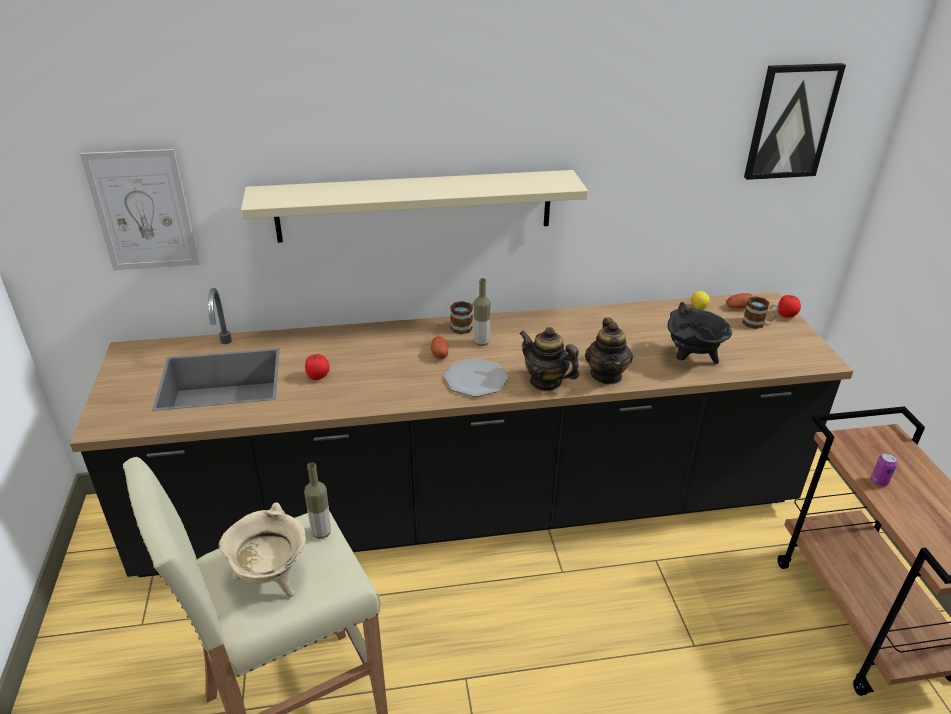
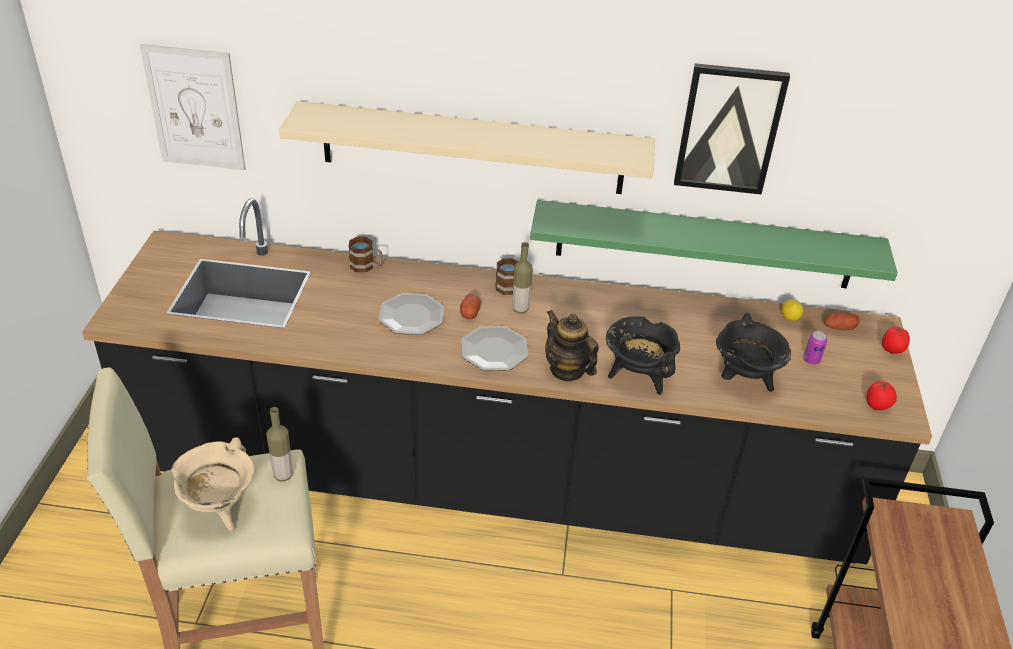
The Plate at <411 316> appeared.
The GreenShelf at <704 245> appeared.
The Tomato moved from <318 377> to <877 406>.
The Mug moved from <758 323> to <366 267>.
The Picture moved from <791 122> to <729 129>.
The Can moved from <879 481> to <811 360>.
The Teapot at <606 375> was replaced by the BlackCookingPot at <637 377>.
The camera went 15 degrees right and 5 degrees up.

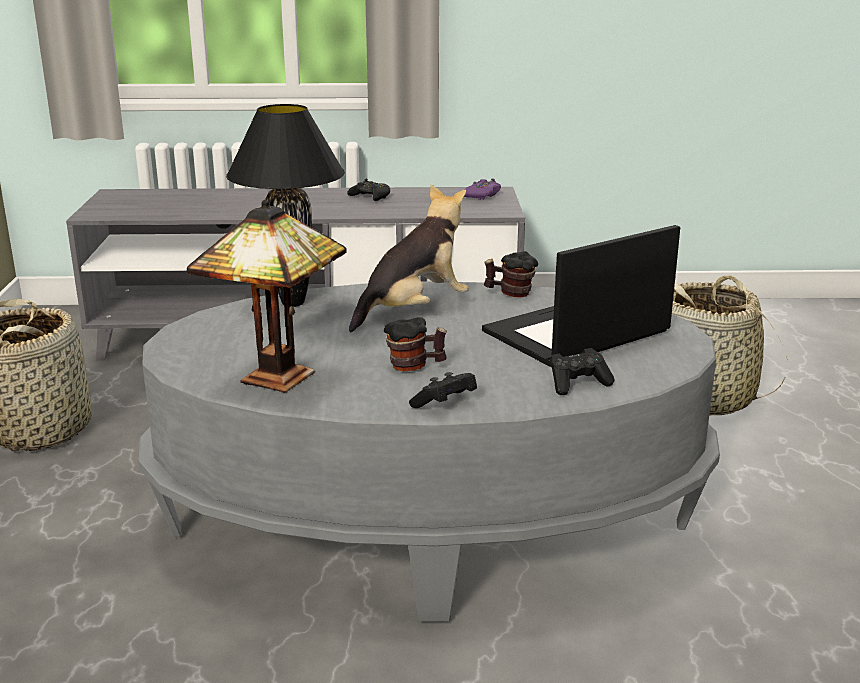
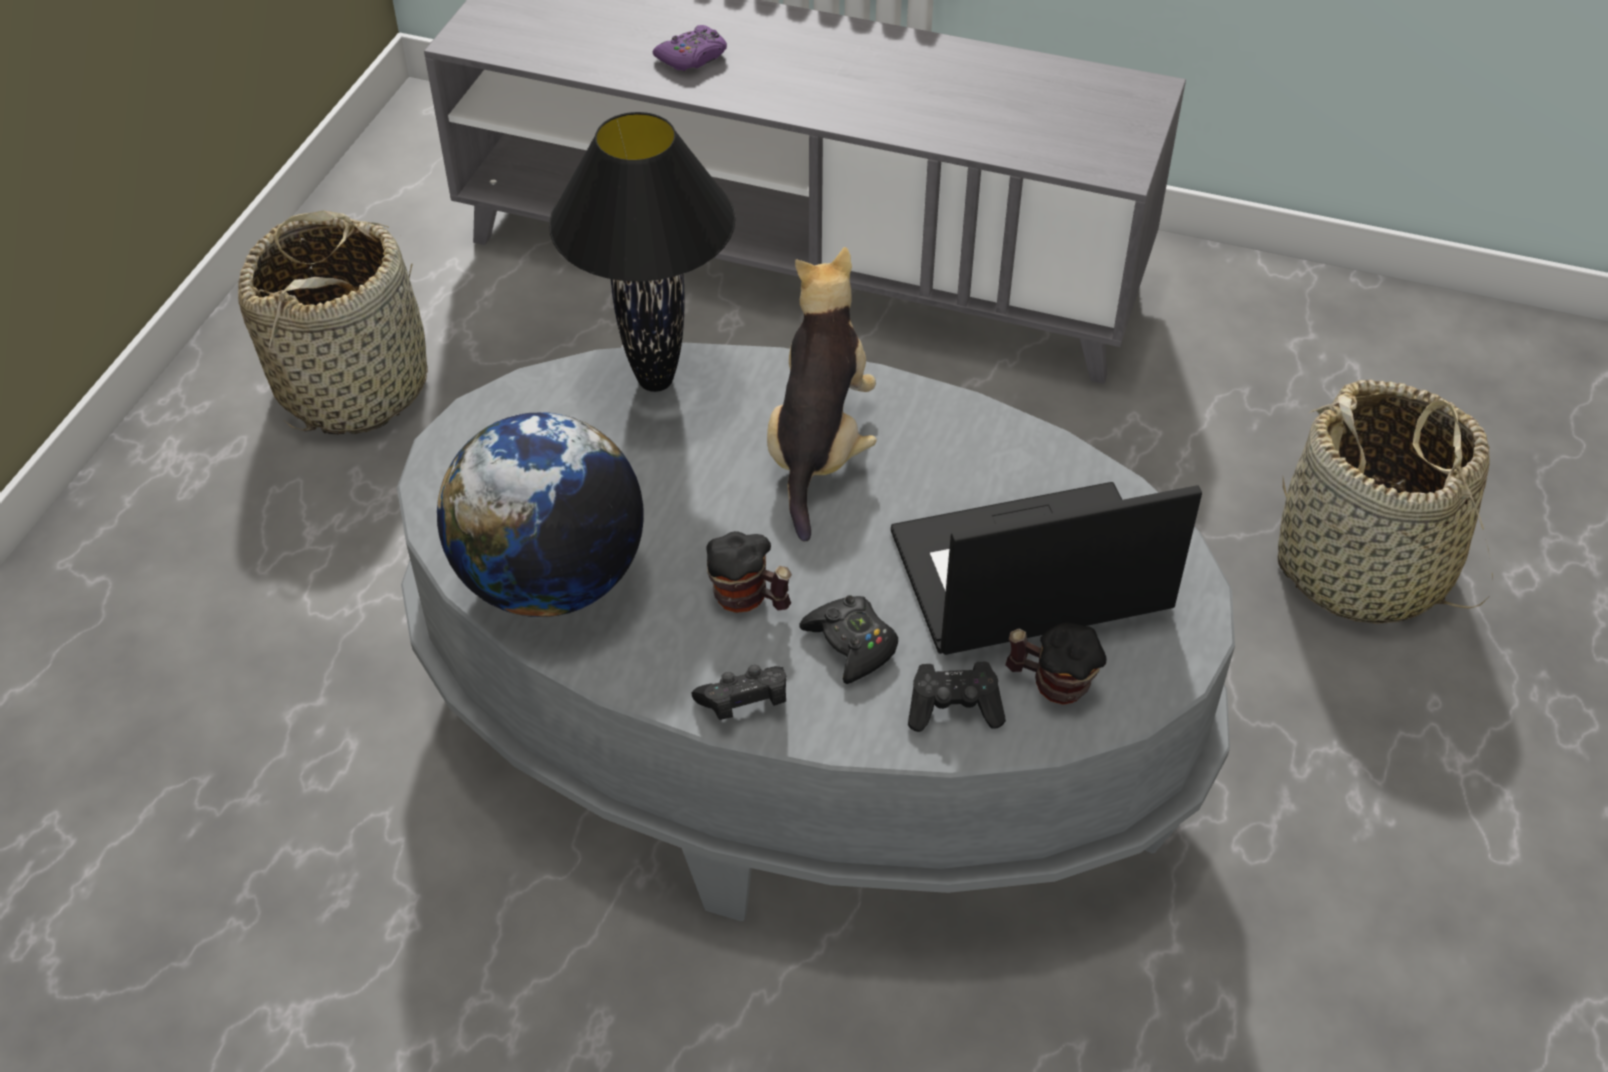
The BlackGameController moved from <370 197> to <851 644>.
The PurpleGameController moved from <482 195> to <693 57>.
The Mug moved from <510 293> to <1051 683>.
The TableLamp at <278 380> was replaced by the Globe at <551 581>.
The PlushToy at <413 310> turned 60 degrees counterclockwise.
The camera went 20 degrees right and 25 degrees up.

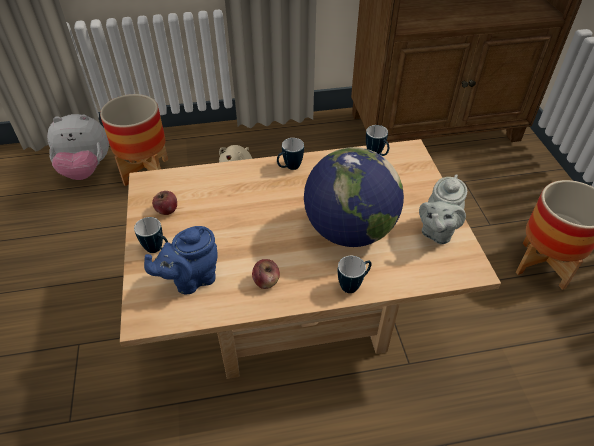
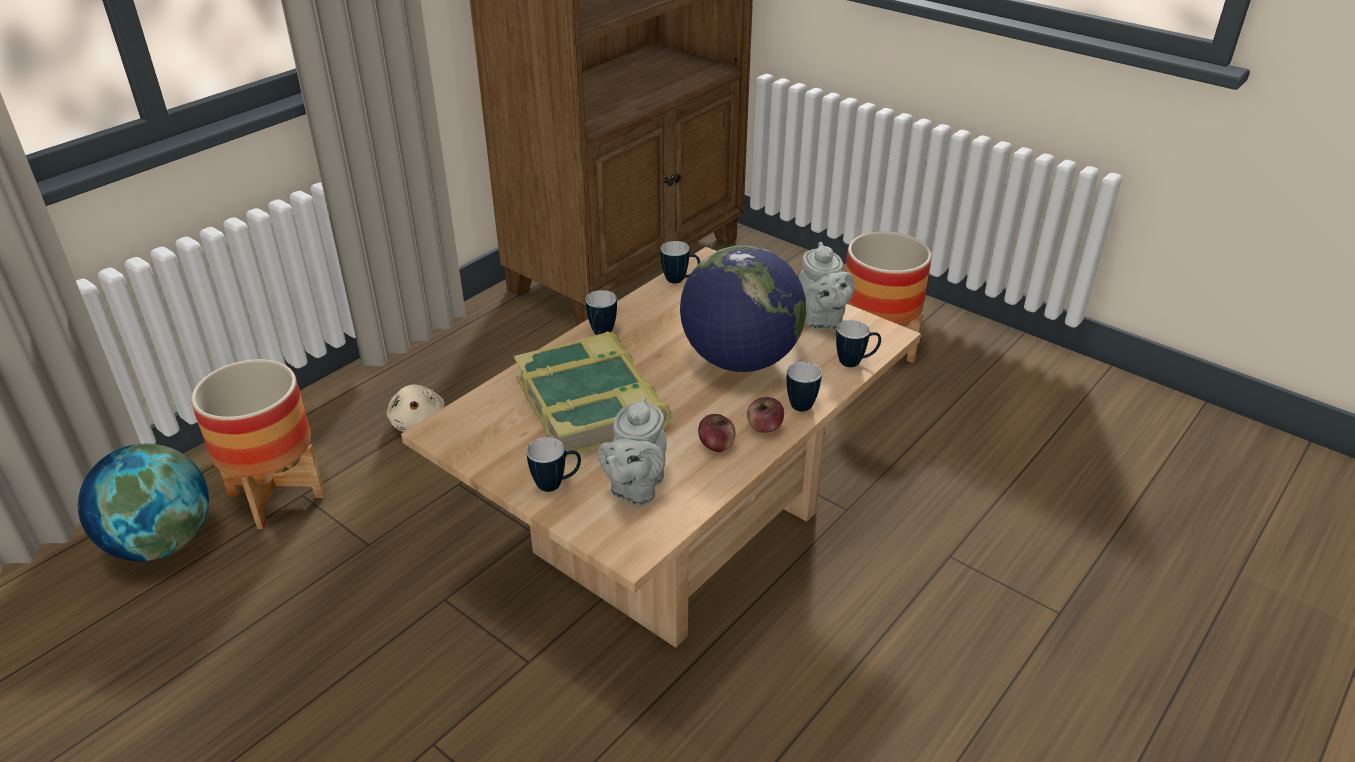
The Book at <592 404> appeared.
The Mug at <855 362> appeared.
The Apple moved from <167 210> to <764 427>.
The PlushToy at <86 169> was replaced by the Globe at <162 543>.
The BlueTeapot at <191 279> became the GreyTeapot at <635 487>.
The camera went 40 degrees left and 10 degrees down.

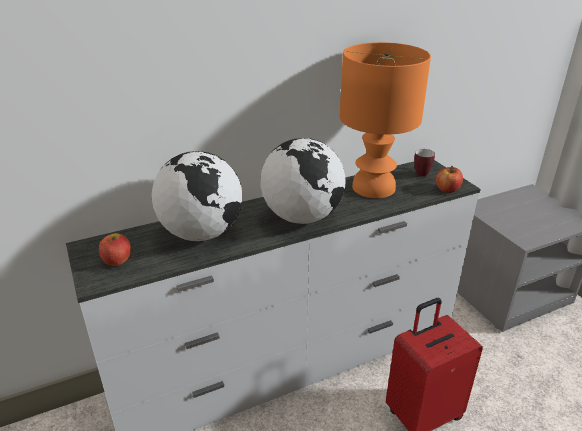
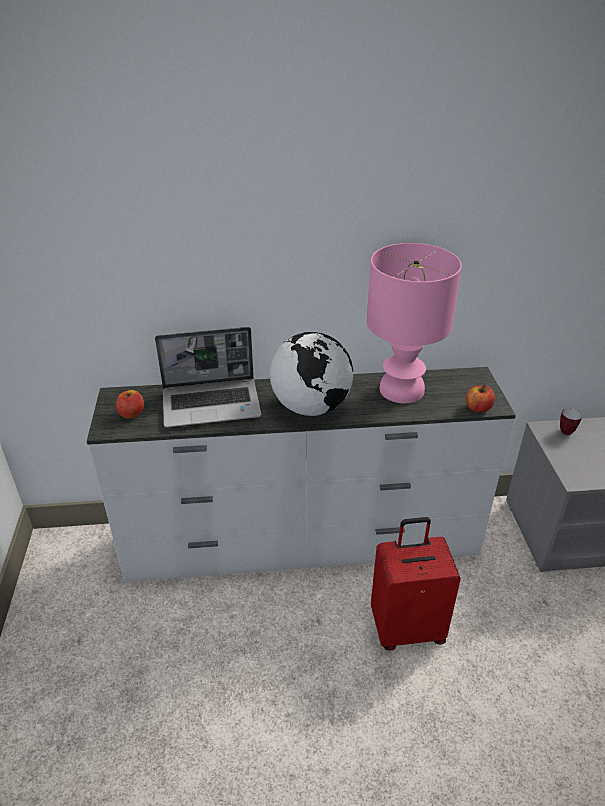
The Mug moved from <421 173> to <567 430>.
The Globe at <201 233> was replaced by the Laptop at <212 403>.
The OrangeTableLamp at <373 188> became the PinkTableLamp at <401 390>.
The camera went 20 degrees right and 5 degrees up.

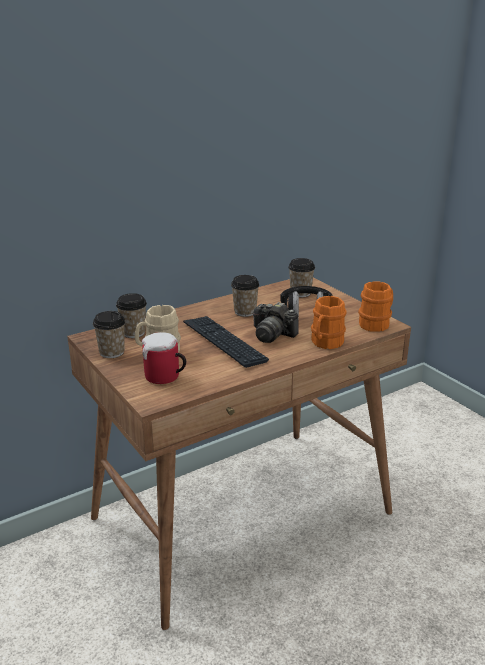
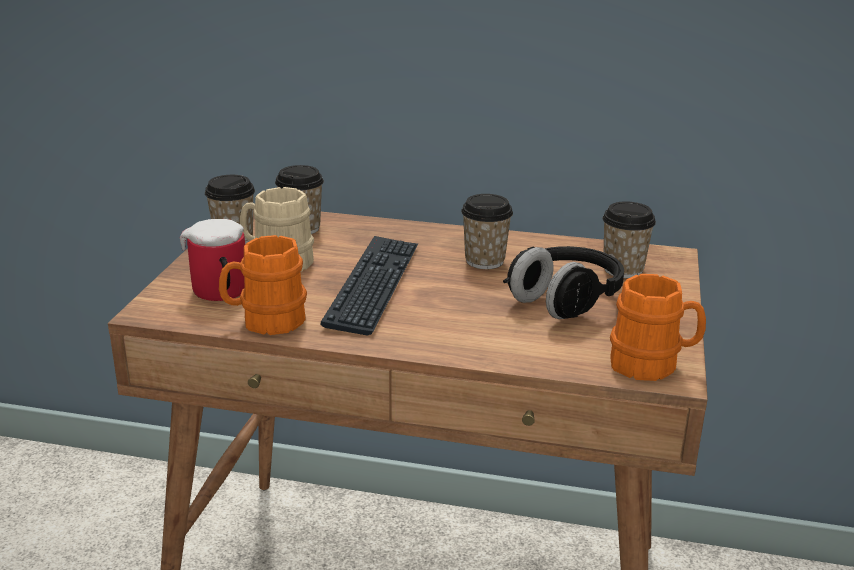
The PhotoCamera at <272 334> disappeared.
The OrangeMug moved from <325 343> to <265 321>.
The camera went 45 degrees right and 0 degrees up.

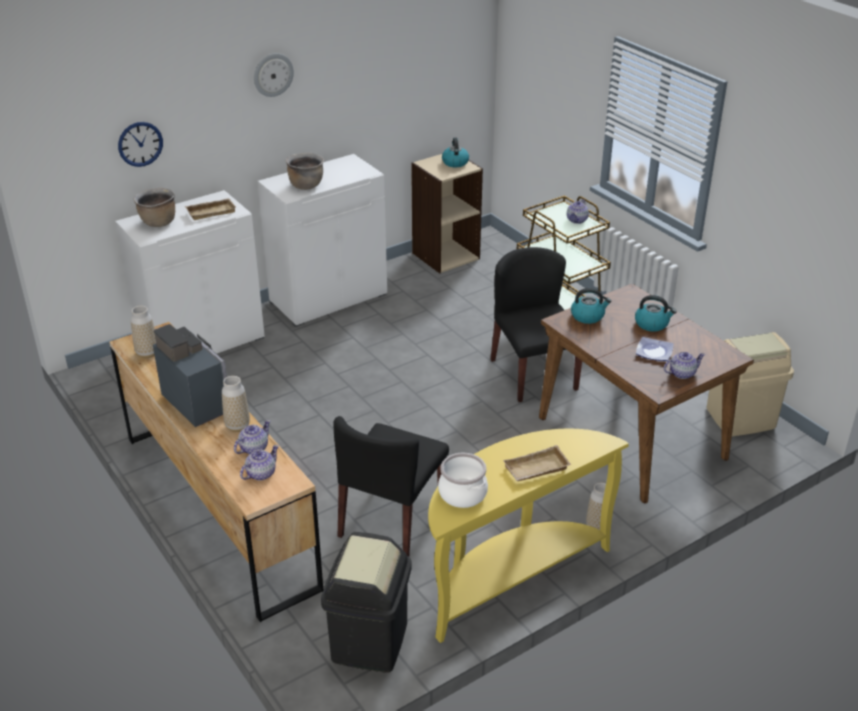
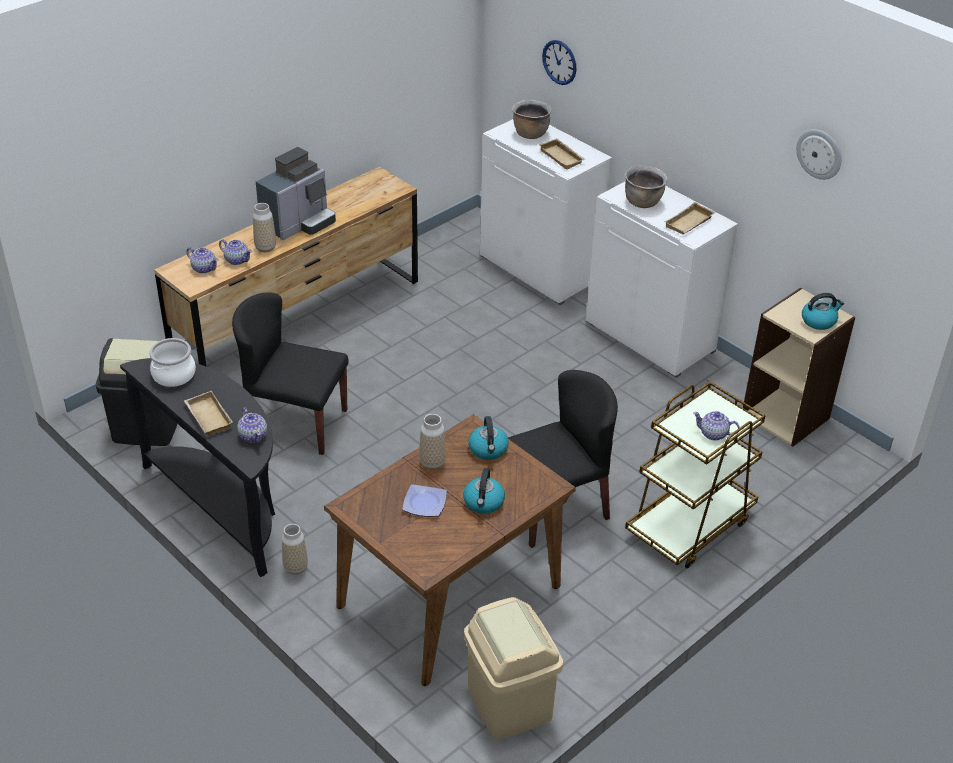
The BeigeTray at <689 223> appeared.
The Vase moved from <147 353> to <432 463>.
The WallClock moved from <273 74> to <819 153>.
The Teapot moved from <681 373> to <253 435>.
The YellowConsoleTable at <510 577> became the BlackConsoleTable at <223 507>.
The camera went 80 degrees right and 5 degrees up.

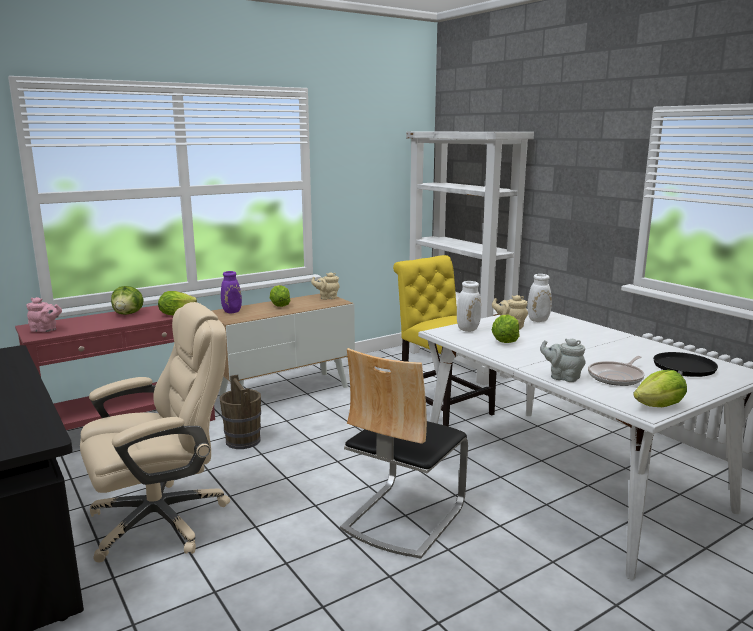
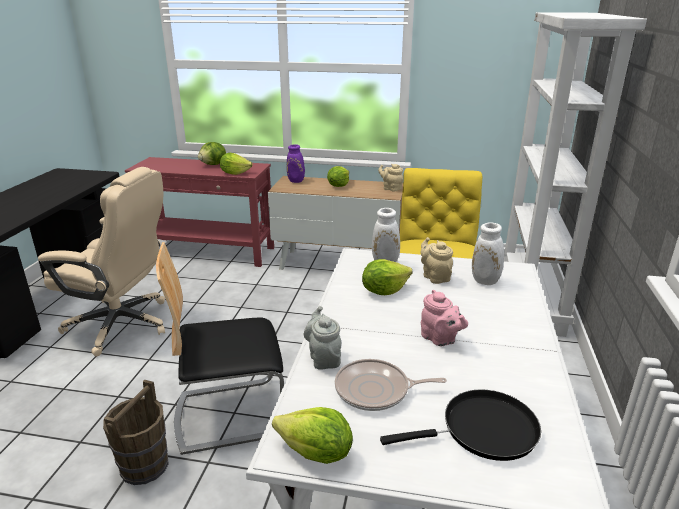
The PinkTeapot moved from <45 330> to <440 339>.
The BrownBucket moved from <243 440> to <145 465>.
The camera went 45 degrees right and 10 degrees up.

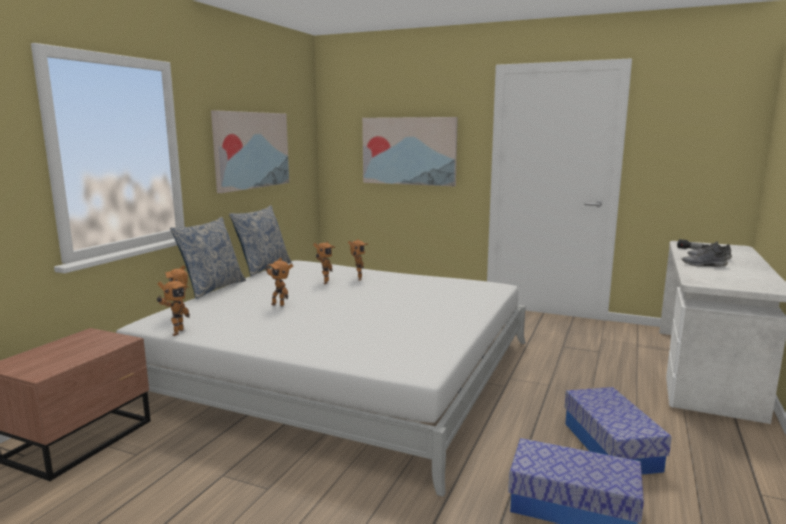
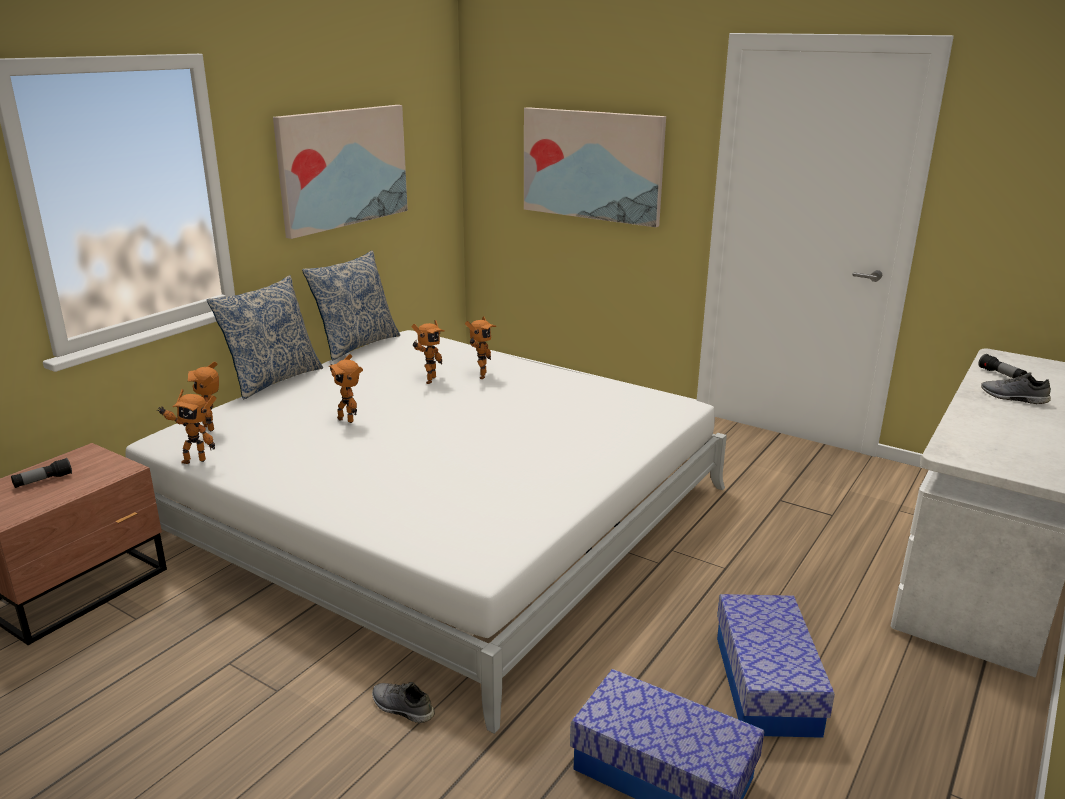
The Flashlight at <43 481> appeared.
The GreyShoe moved from <703 265> to <401 708>.
The ToyRobot at <175 332> turned 60 degrees clockwise.
The camera went 10 degrees right and 10 degrees up.

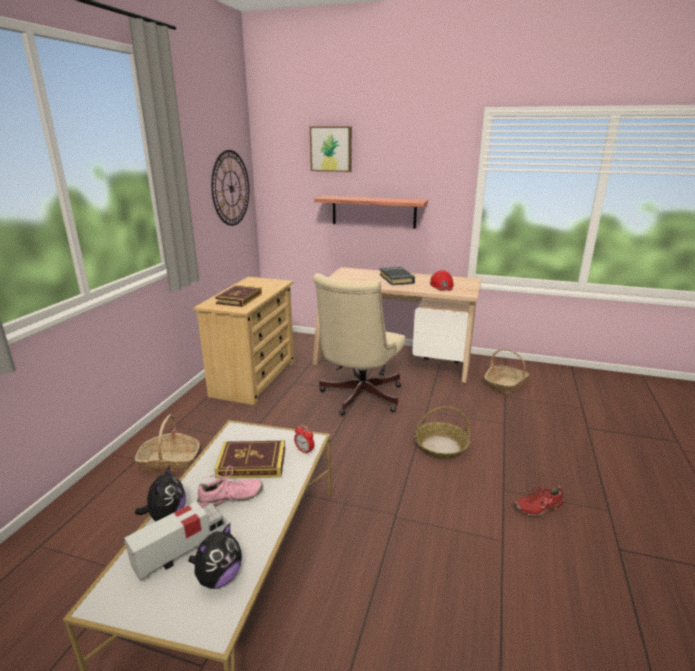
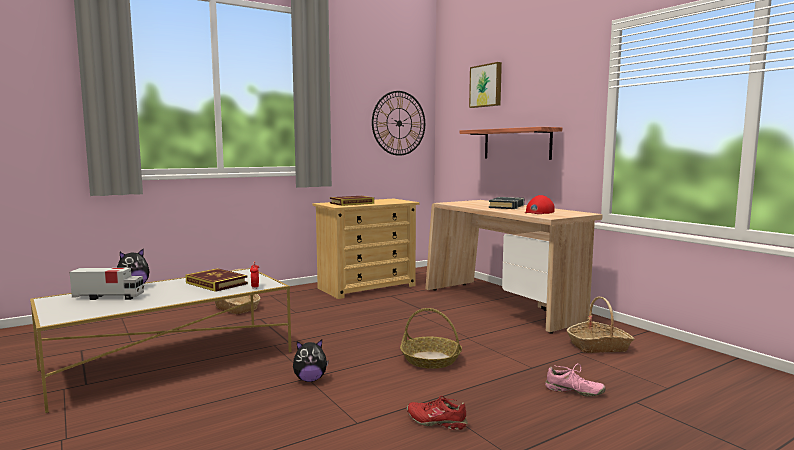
The BeigeOfficeChair at <358 398> disappeared.
The PlushToy moved from <219 577> to <310 379>.
The PinkShoe moved from <231 498> to <574 391>.
The camera went 40 degrees right and 15 degrees down.

